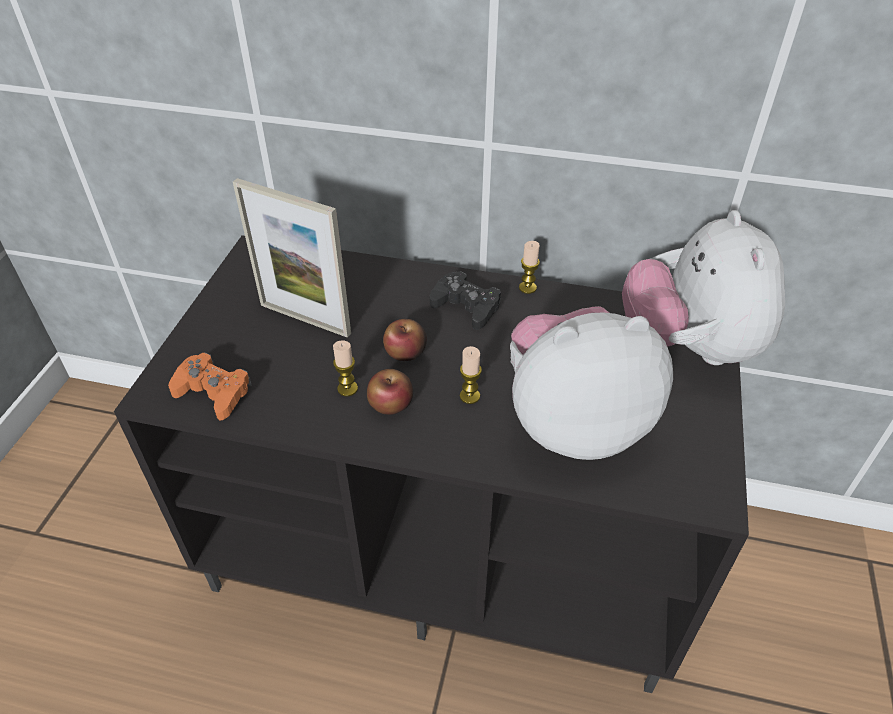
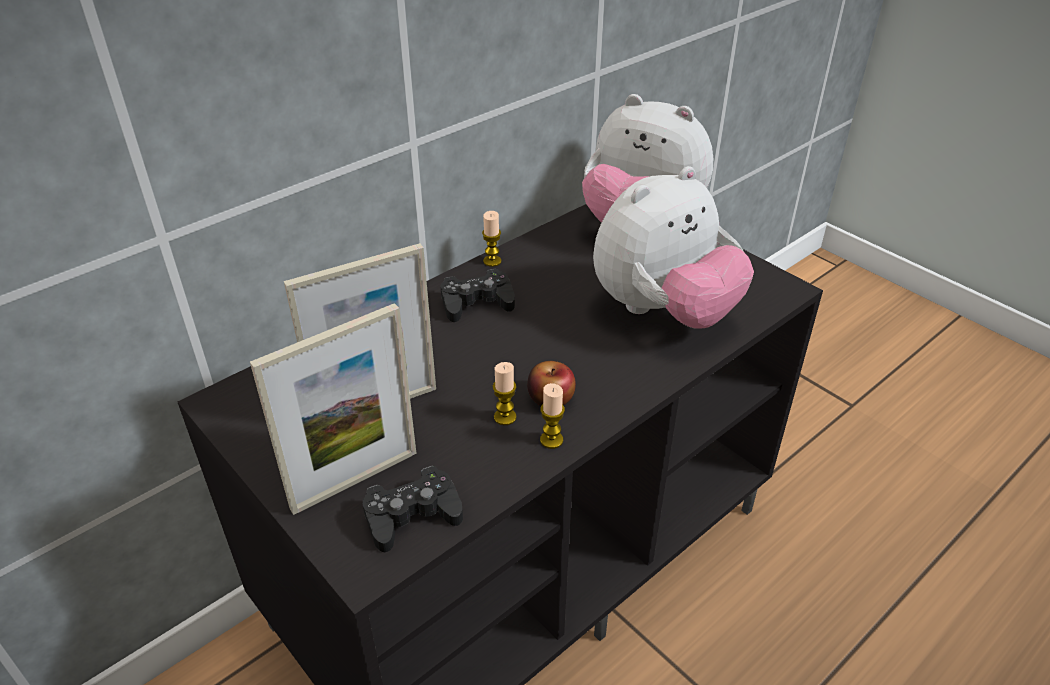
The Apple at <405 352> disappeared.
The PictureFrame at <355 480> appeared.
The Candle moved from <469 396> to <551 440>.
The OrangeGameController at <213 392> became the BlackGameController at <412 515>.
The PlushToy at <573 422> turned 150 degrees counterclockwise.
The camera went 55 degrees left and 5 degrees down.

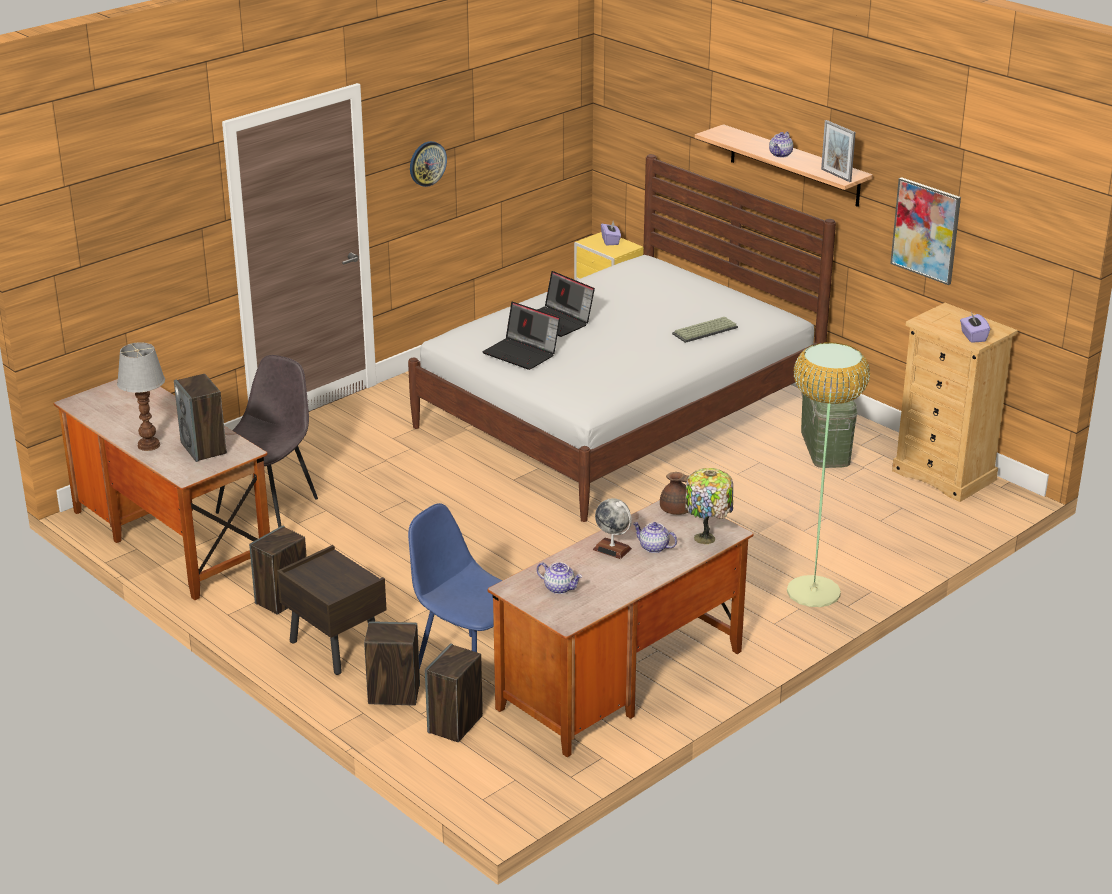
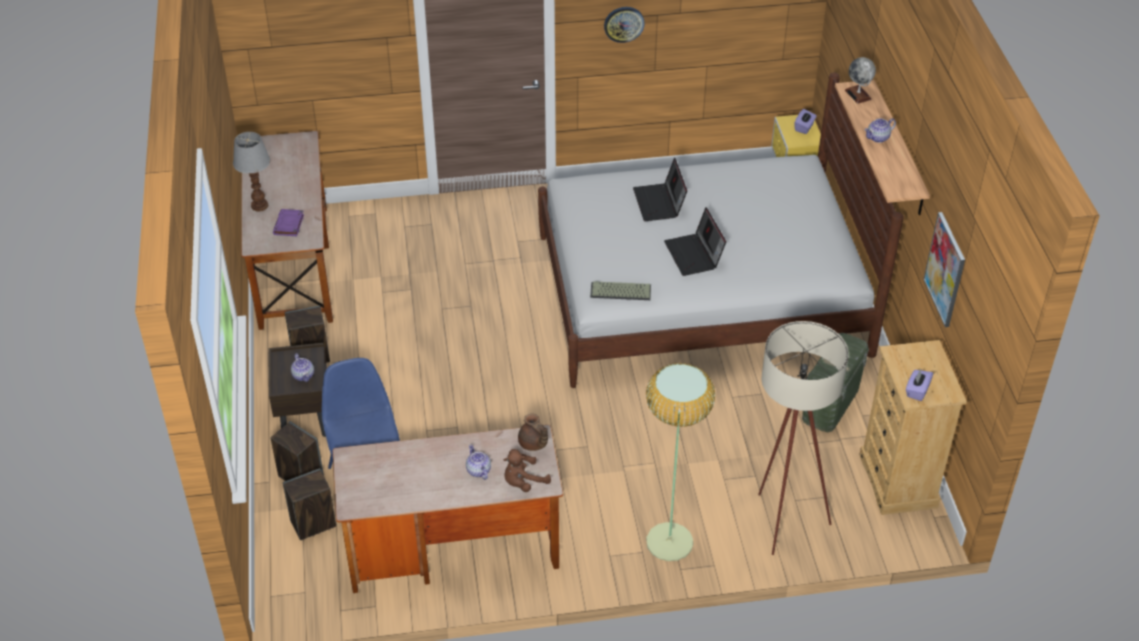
The GreyChair at <269 504> disappeared.
The PictureFrame at <836 175> disappeared.
The BeigeFloorLamp at <781 517> appeared.
The Laptop moved from <522 353> to <694 255>.
The Teapot moved from <559 588> to <304 375>.
The Globe moved from <612 549> to <858 95>.
The Keyboard moved from <705 331> to <620 292>.
The Speaker at <204 448> was replaced by the PurpleBook at <289 225>.
The TableLamp at <706 538> was replaced by the BrownPlushToy at <523 482>.
The camera went 35 degrees right and 15 degrees up.

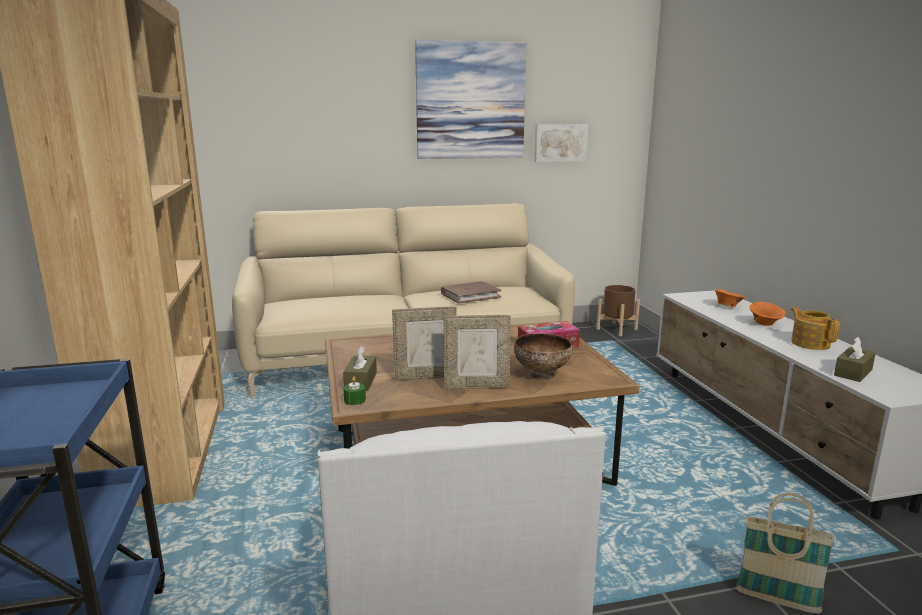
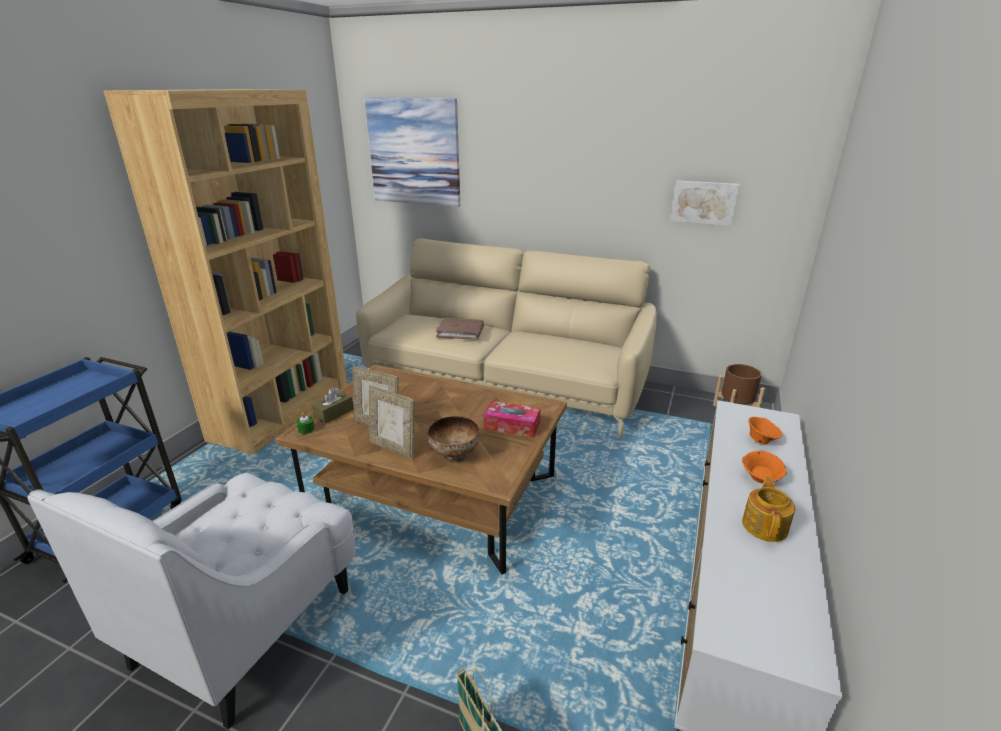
The BrownTissueBox at <853 372> disappeared.
The Picture moved from <470 101> to <414 152>.
The BrownBook moved from <470 295> to <460 331>.
The camera went 35 degrees right and 10 degrees up.

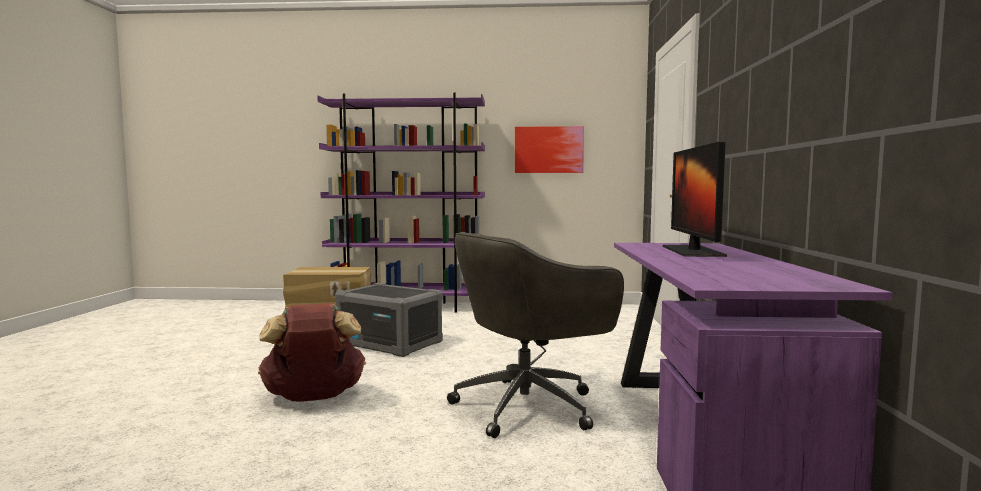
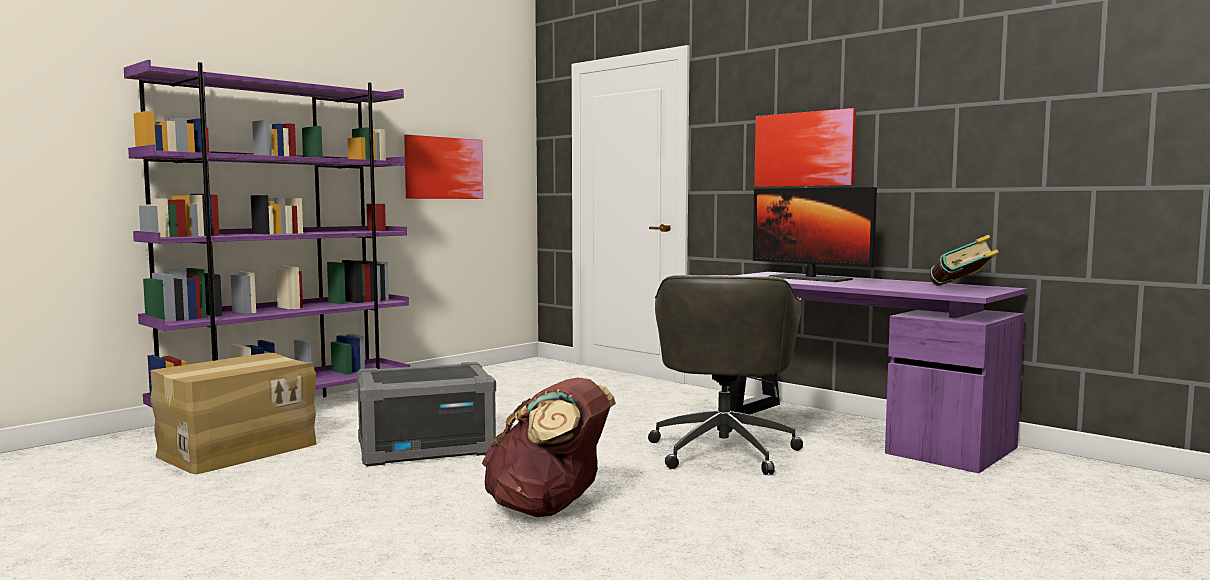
The Picture at <804 149> appeared.
The Book at <961 287> appeared.
The camera went 50 degrees left and 0 degrees up.

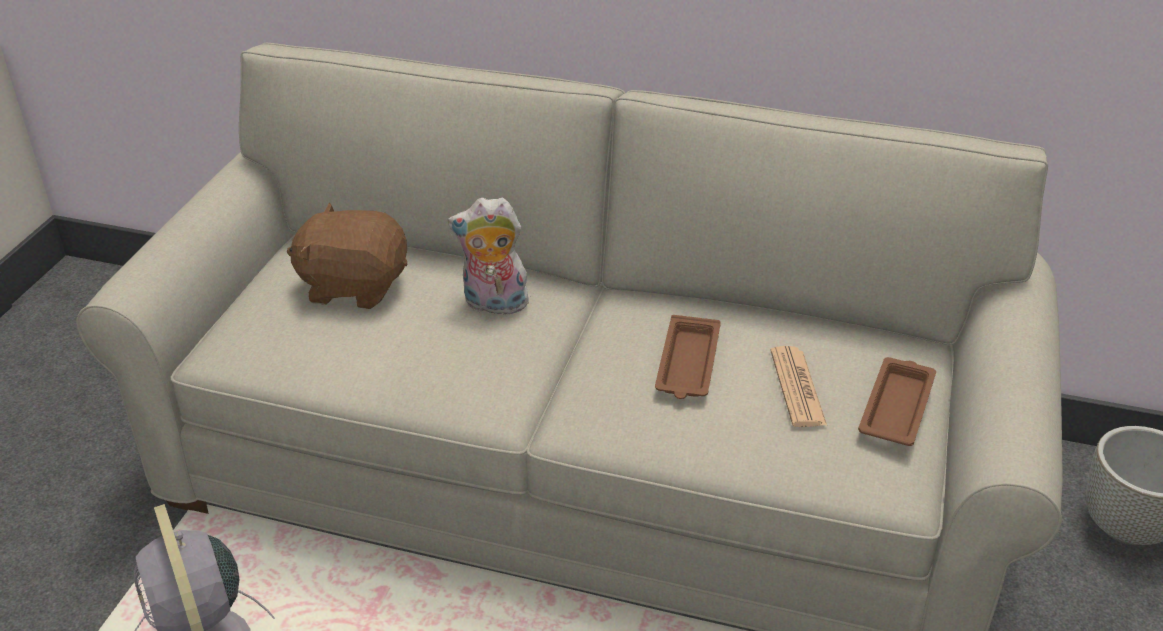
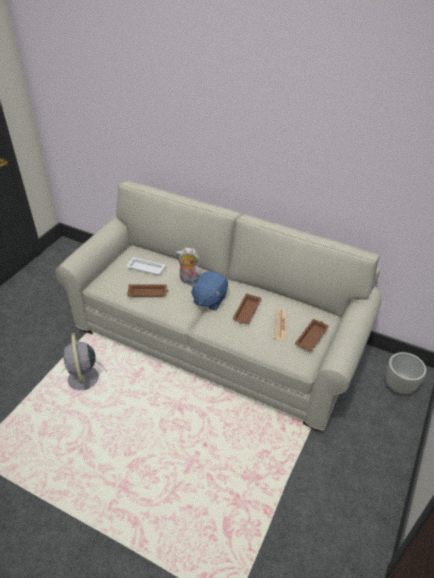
The BrownTray at <148 292> appeared.
The BluePlushToy at <209 299> appeared.
The BrownPlushToy at <354 286> was replaced by the WhiteTray at <145 268>.
The camera went 10 degrees right and 5 degrees up.

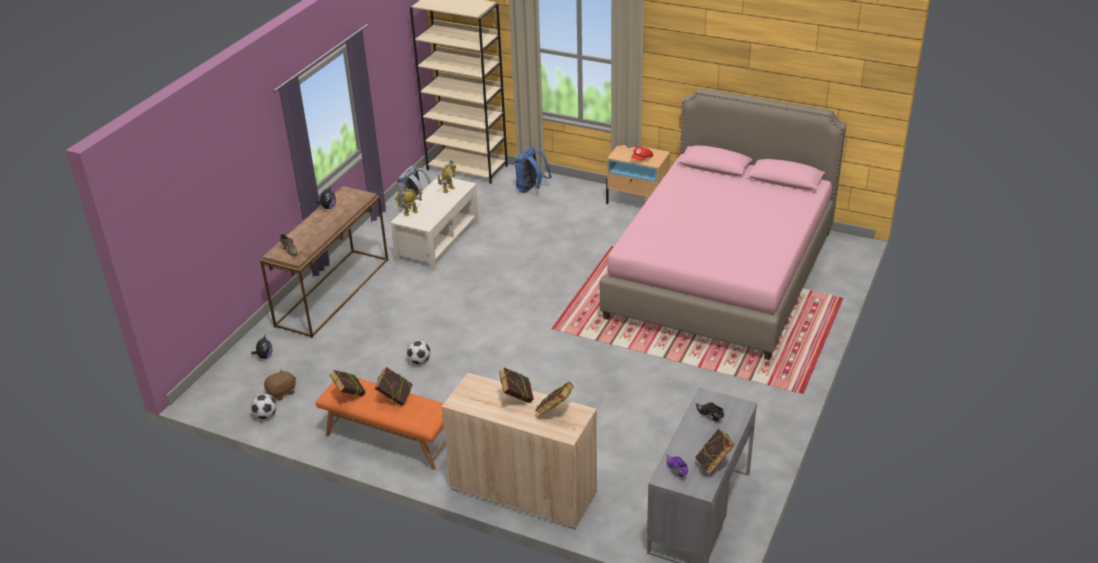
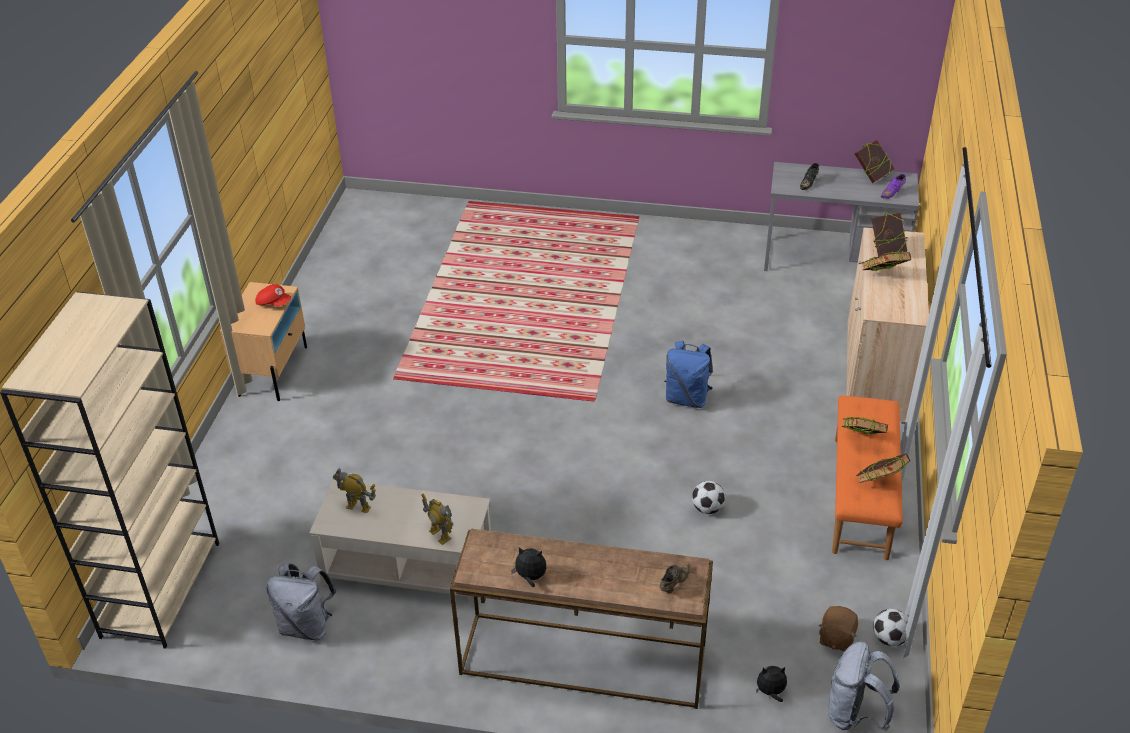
The PinkBed at <721 274> disappeared.
The GreyBackpack at <855 714> appeared.
The BlueBackpack moved from <531 189> to <687 398>.
The BrownPlushToy at <282 392> turned 105 degrees counterclockwise.
The camera went 105 degrees left and 5 degrees up.

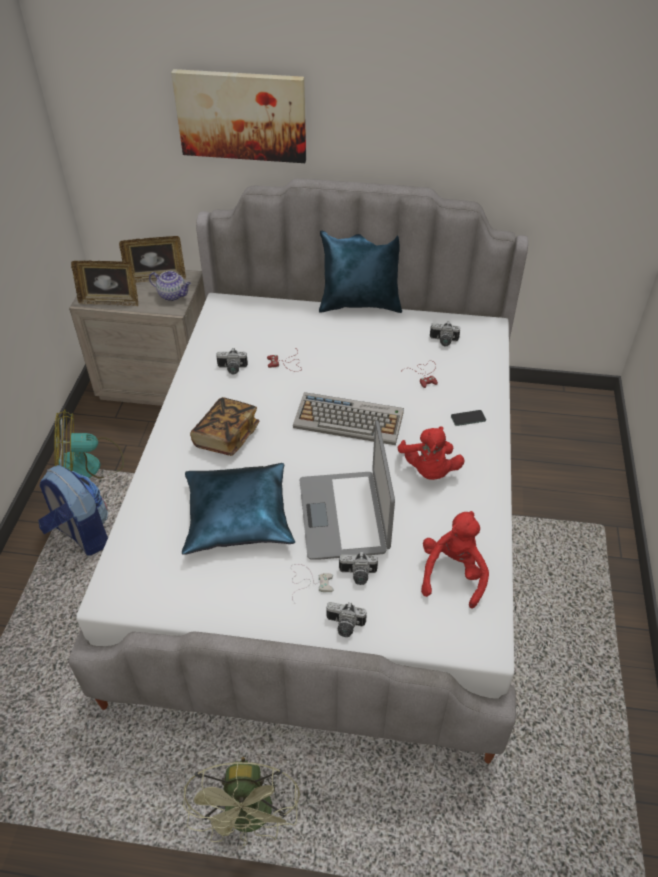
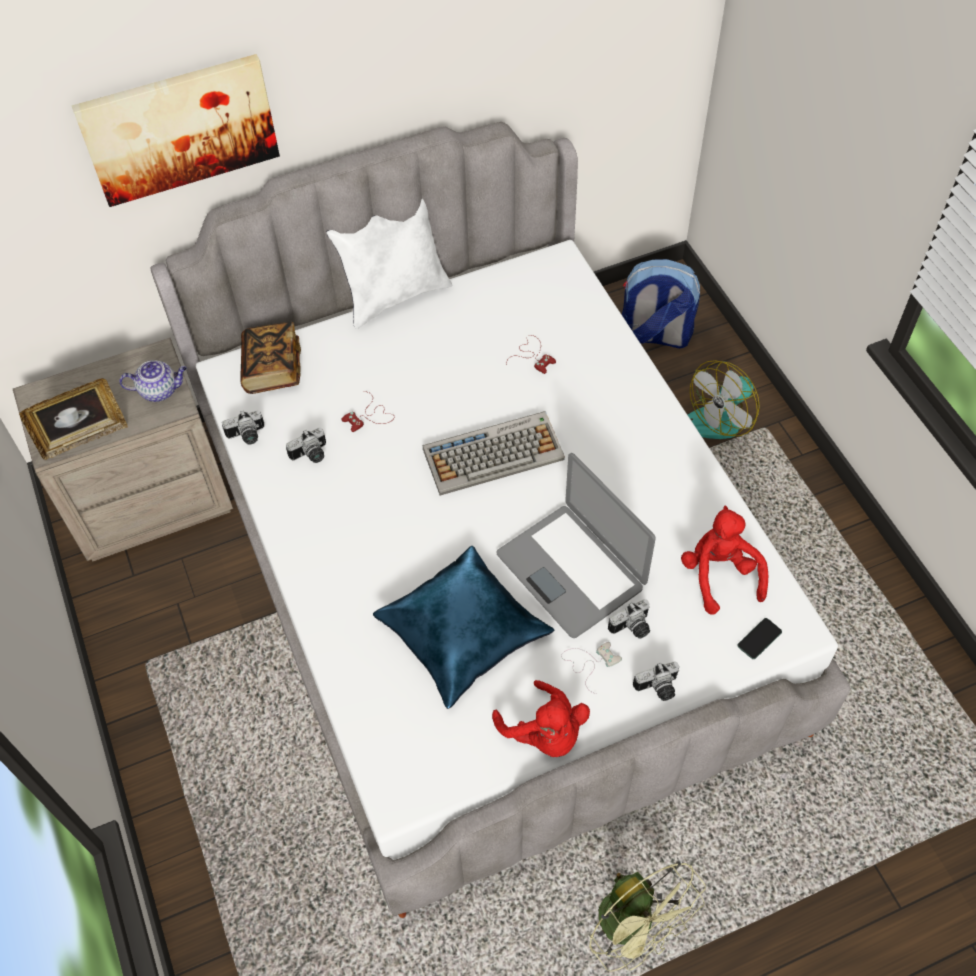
The PictureFrame at <156 278> disappeared.
The Backpack moved from <81 534> to <654 335>.
The Fan moved from <90 465> to <722 416>.
The Book moved from <226 436> to <272 369>.
The RedPlushToy moved from <428 470> to <545 733>.
The PhotoCamera moved from <443 341> to <247 436>.
The Phone moved from <468 418> to <759 639>.
The BluePillow at <360 304> became the WhitePillow at <395 295>.
The camera went 30 degrees left and 10 degrees up.

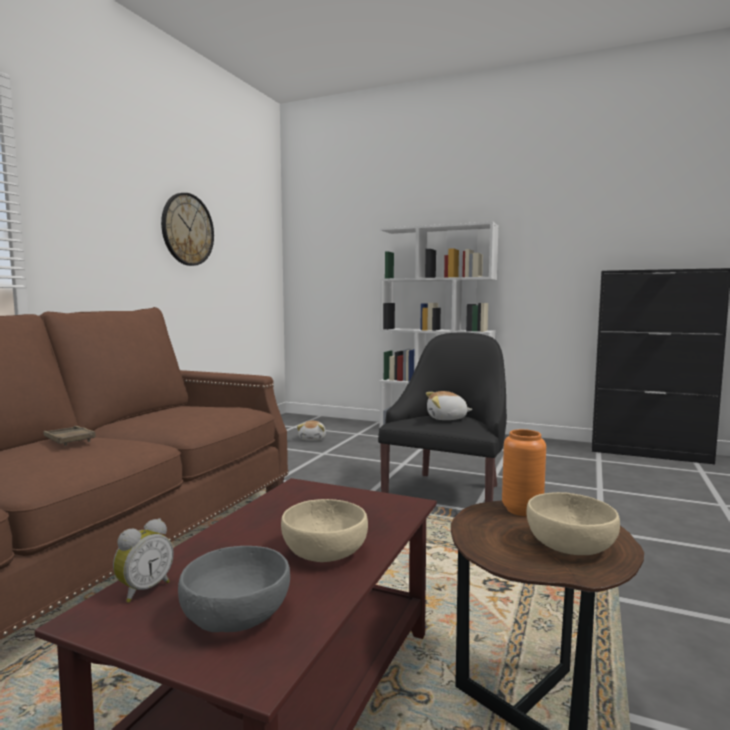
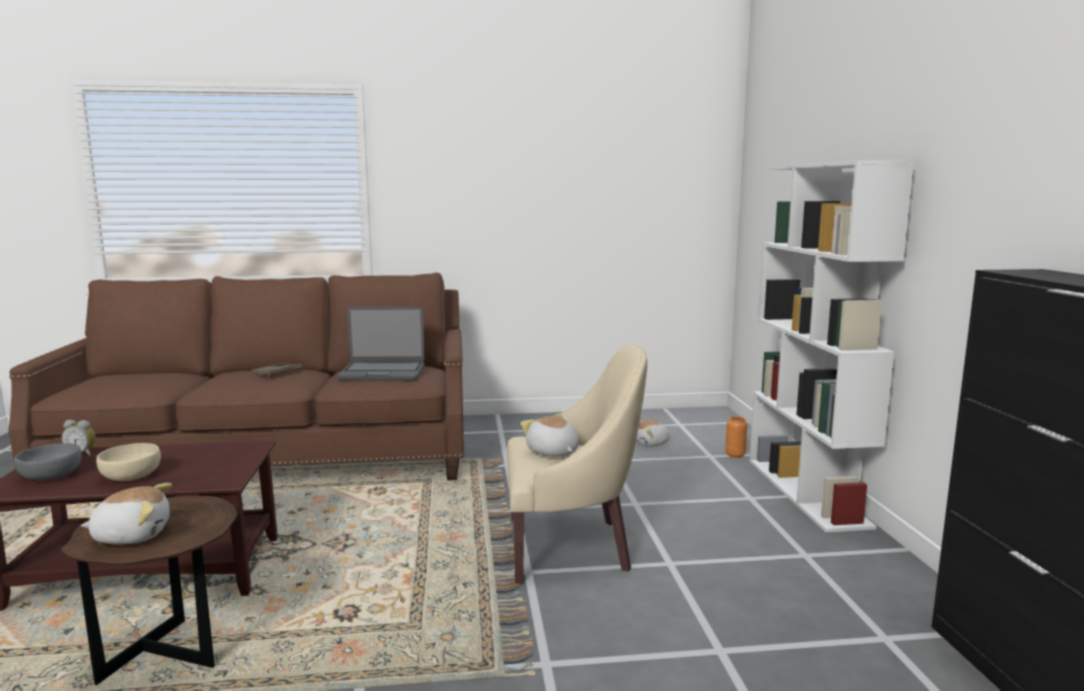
The WallClock at <187 229> disappeared.
The Laptop at <382 373> appeared.
The OrangeVase moved from <522 510> to <735 455>.
The BeigeBowl at <569 546> was replaced by the PlushToy at <132 535>.
The BlackArmchair at <447 492> became the BeigeArmchair at <570 546>.
The camera went 60 degrees right and 5 degrees up.

